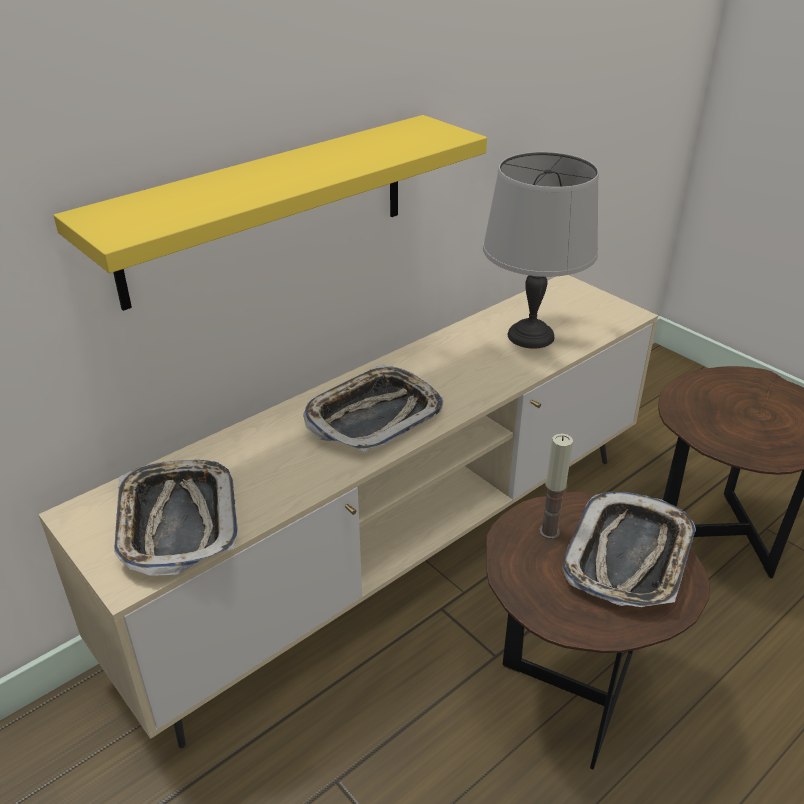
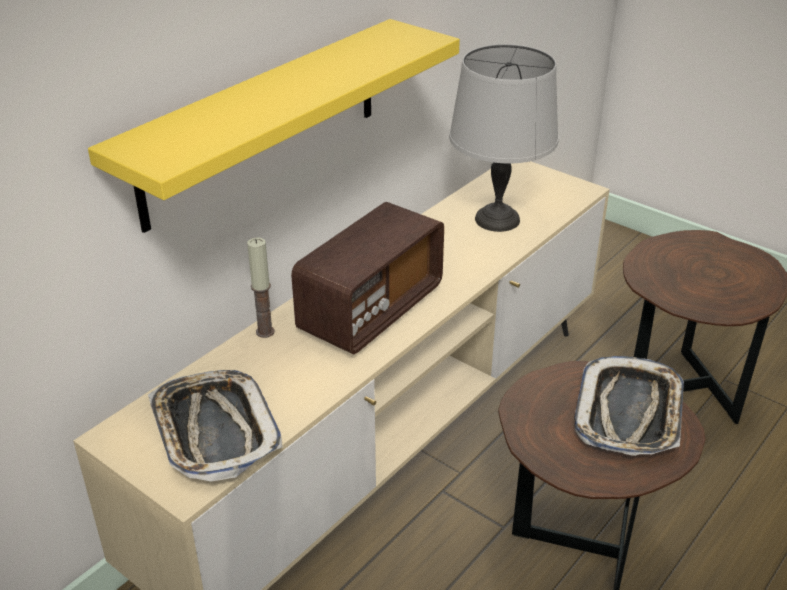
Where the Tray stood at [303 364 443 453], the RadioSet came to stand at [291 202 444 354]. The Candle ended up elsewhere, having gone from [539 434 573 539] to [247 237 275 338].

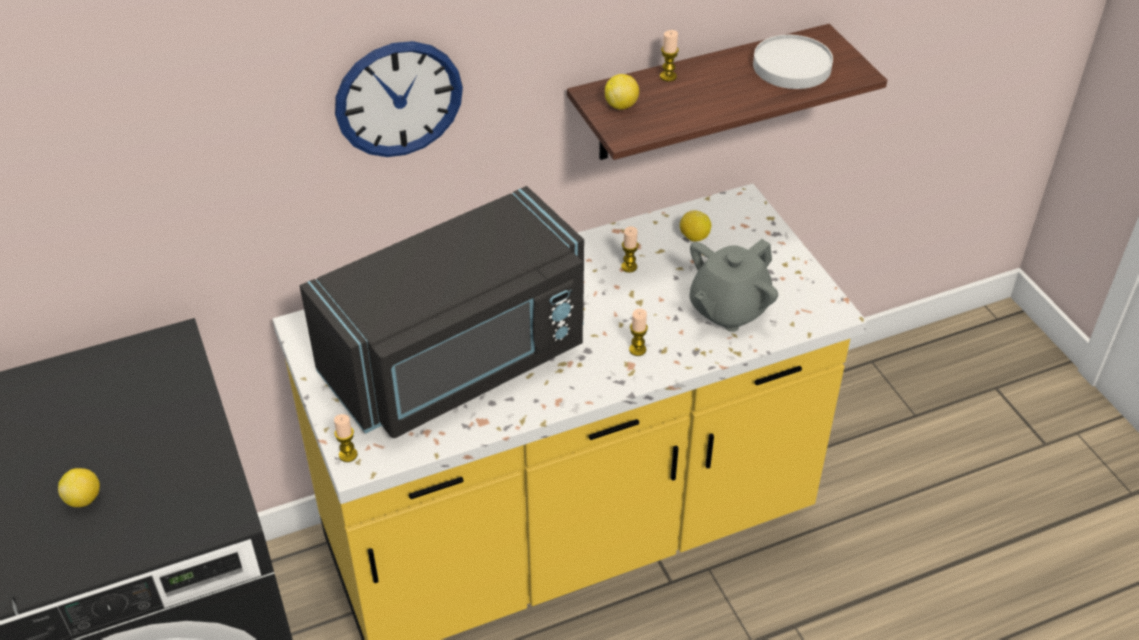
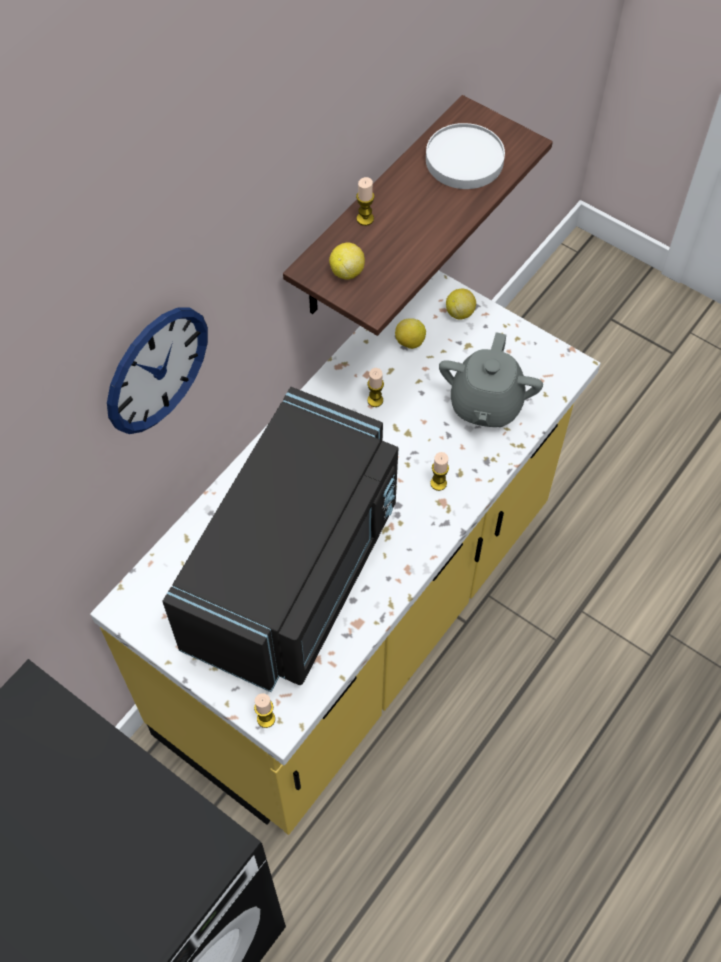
The Lemon ended up elsewhere, having gone from [58 468 100 507] to [446 289 476 320].

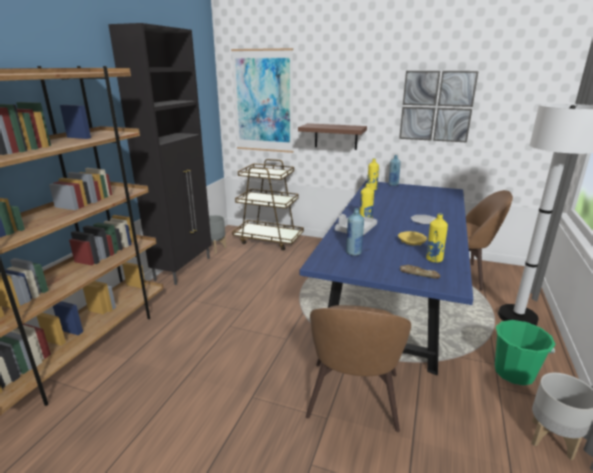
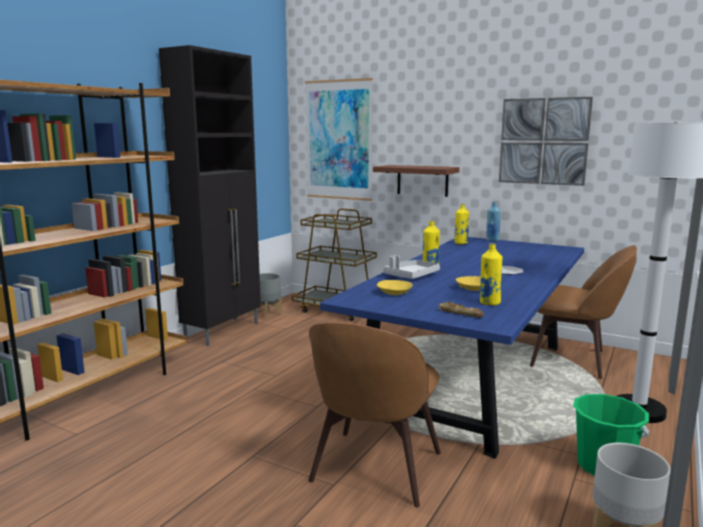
Where the BlueColouredBottle stood at [346 208 364 256], the YellowBowl came to stand at [377 280 412 295].

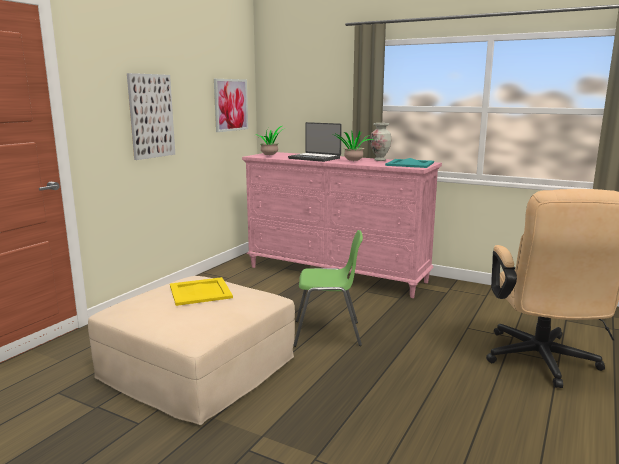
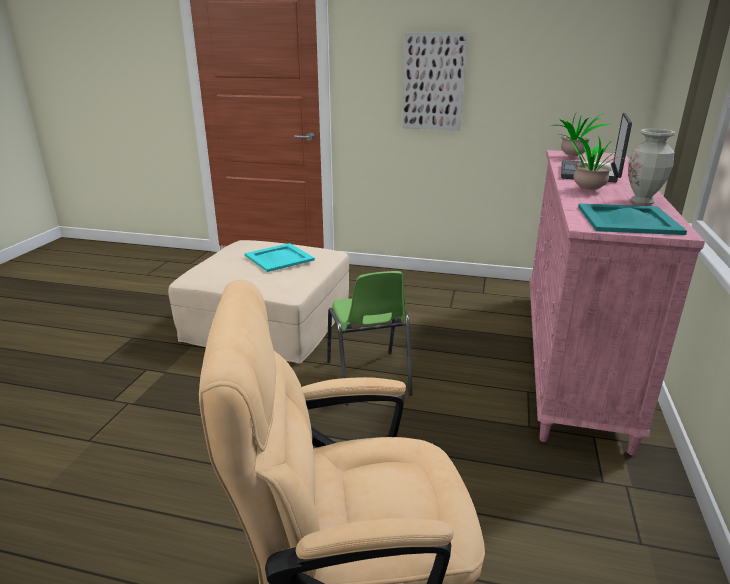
The second view lost the Picture at [214 79 248 132]. What was the YellowTray at [170 277 233 306] turned into the TurquoiseTray at [245 243 315 272].

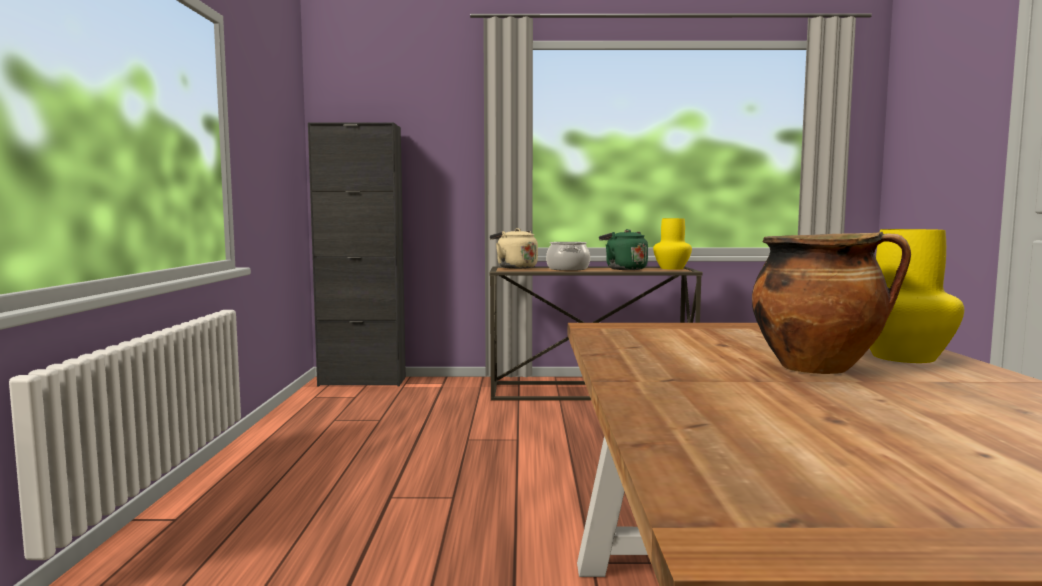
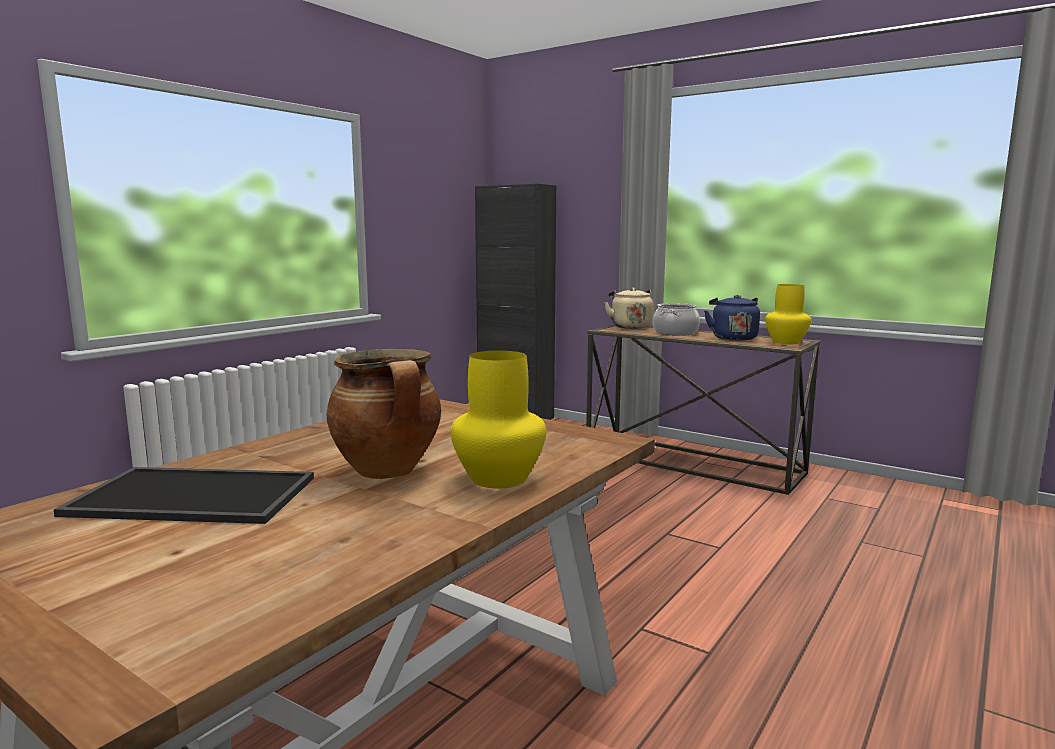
What was the GreenishWaterKettle at [599 229 648 270] turned into the BlueColouredWaterKettle at [704 295 760 341]. The second view gained the Tray at [54 467 314 524].

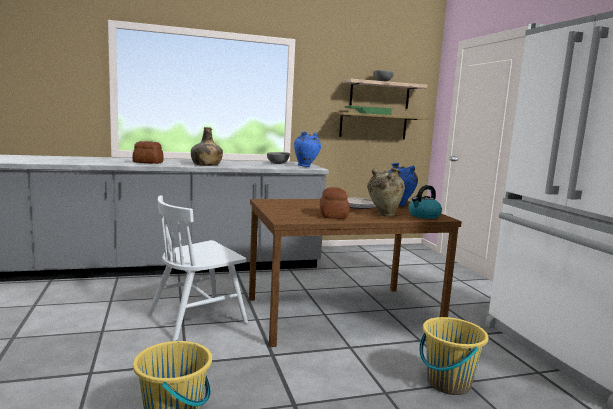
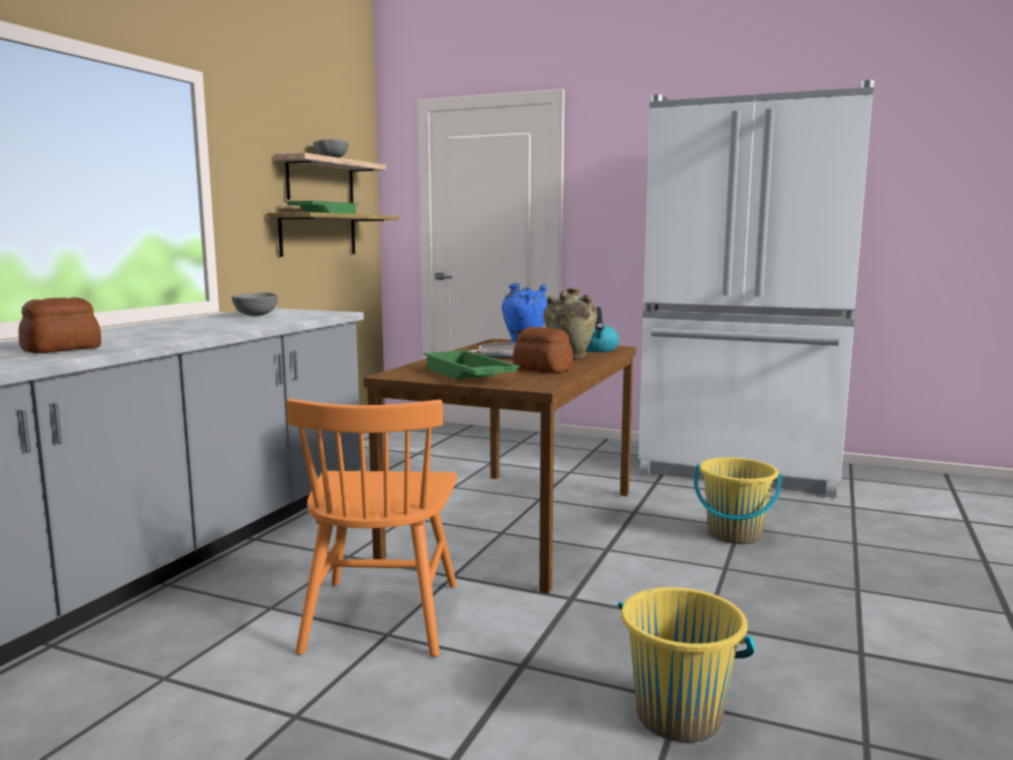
The second view lost the GreenishBottle at [191 127 223 166]. The second view lost the BlueColouredDecorativeVase at [294 132 321 167]. What was the WhitePlainChair at [148 196 248 341] turned into the OrangeColouredPlainChair at [286 398 457 657]. The second view gained the GreenishTray at [424 350 520 380].

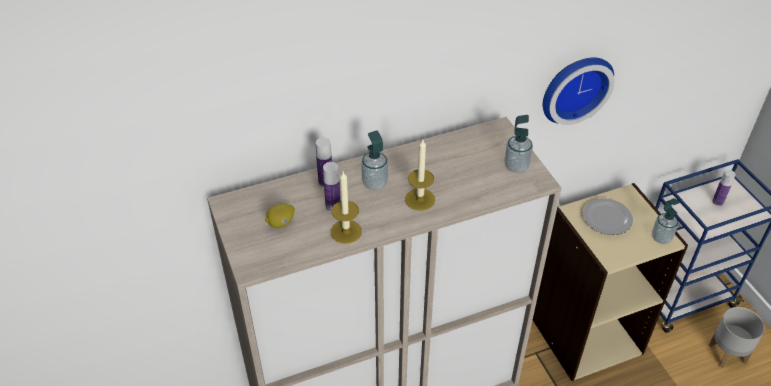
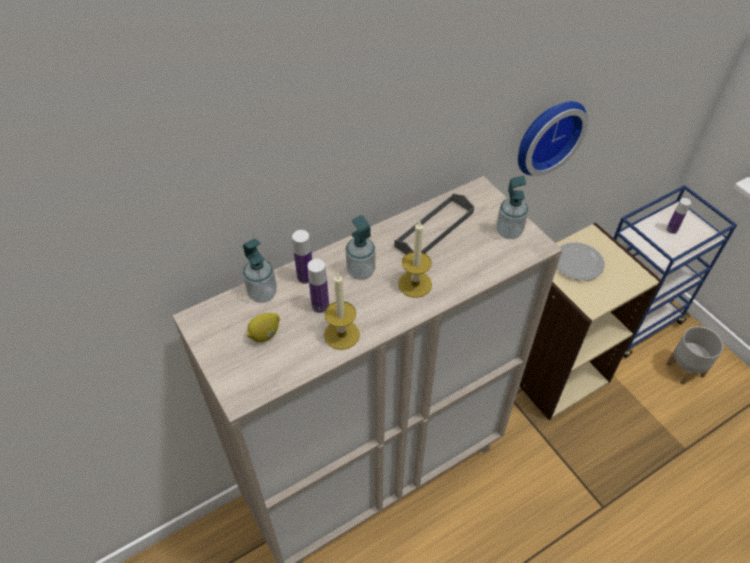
The SoapDispenser ended up elsewhere, having gone from [652 198 680 244] to [243 238 277 303]. The second view gained the GrayTray at [394 194 474 254].

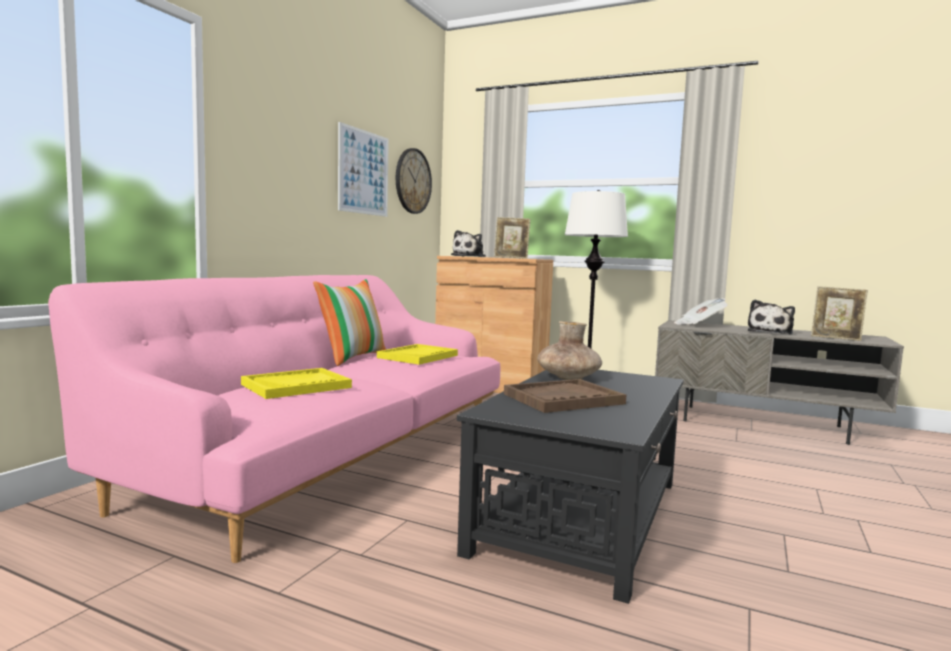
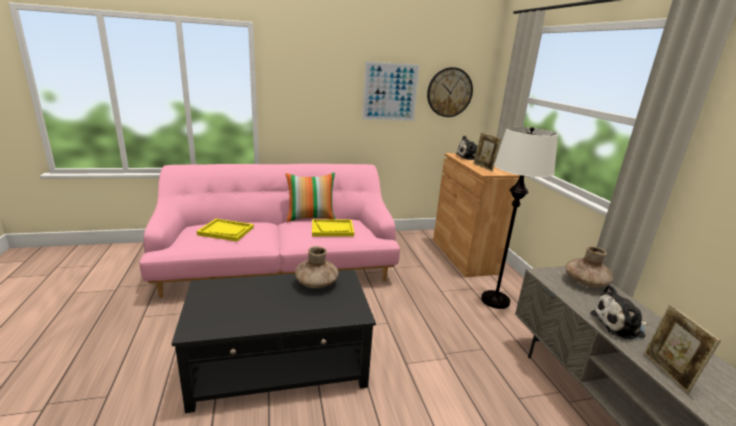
Where the PrintedPaper stood at [674 298 728 325], the BrownColouredDecorativeVase came to stand at [565 246 613 287]. The second view lost the BrownColouredTray at [504 379 626 413].

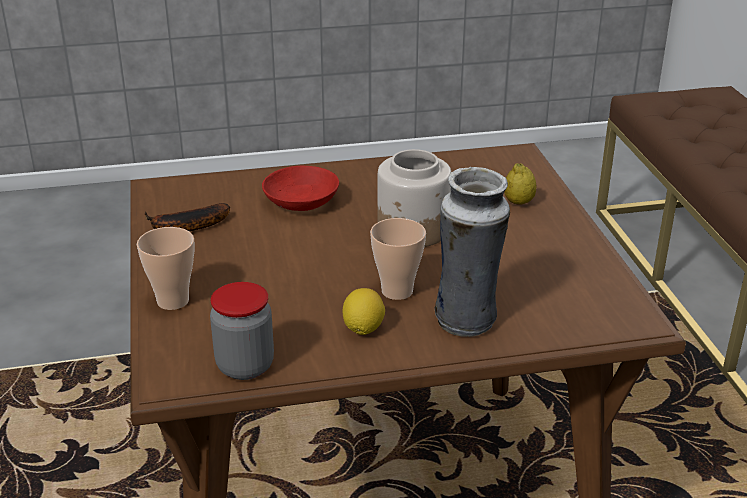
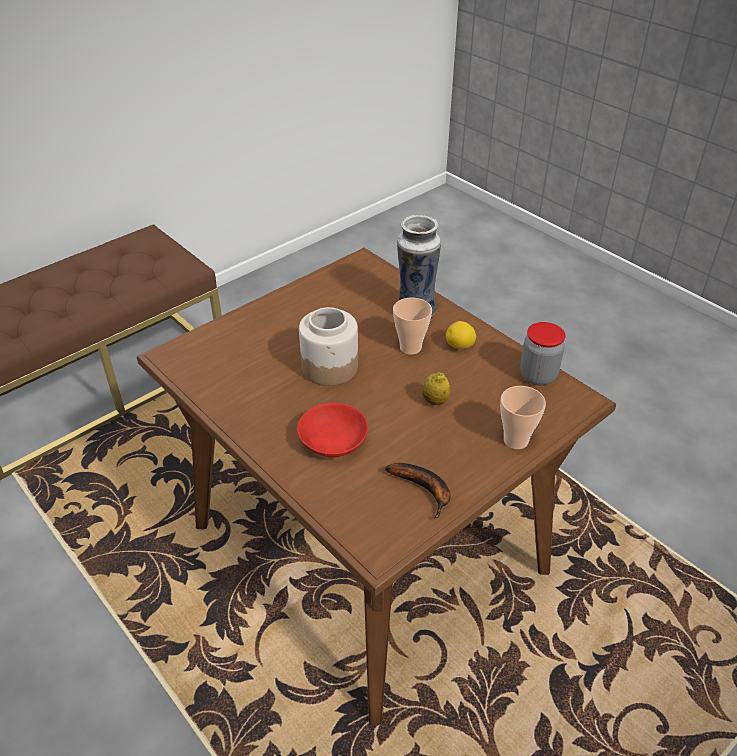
The Lemon ended up elsewhere, having gone from [504 163 536 205] to [422 372 450 405].

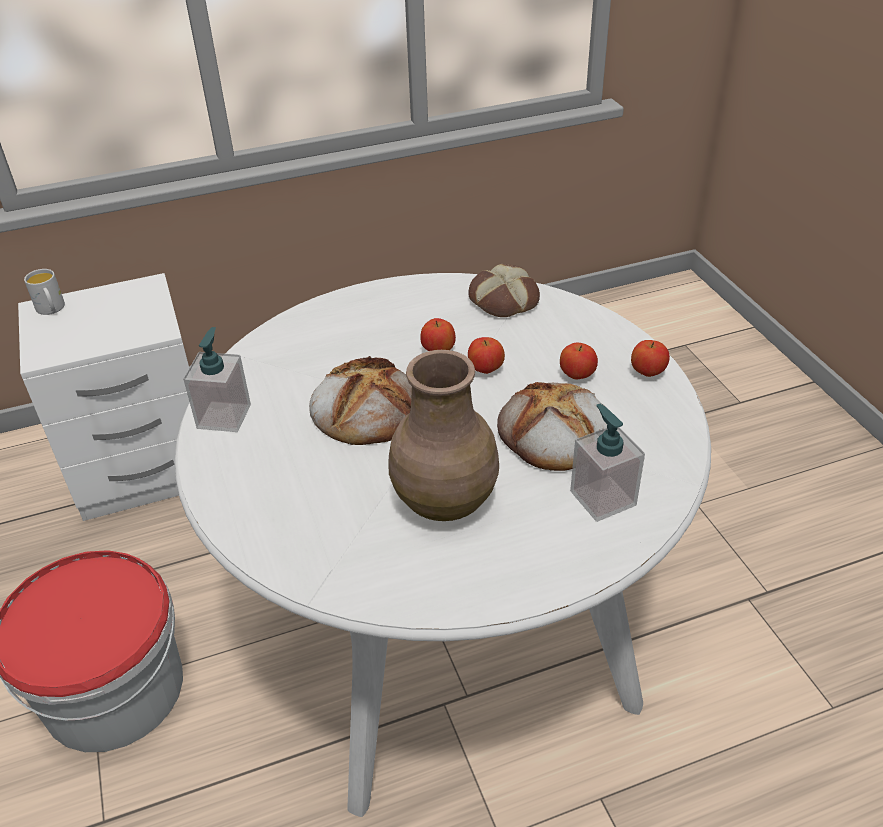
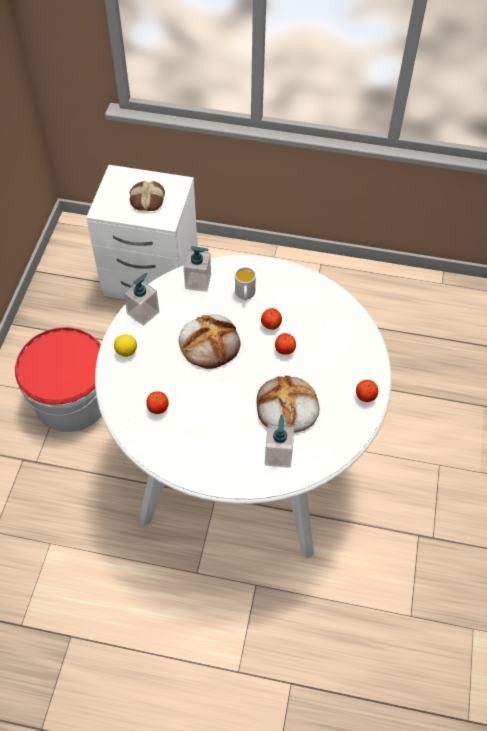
The BakedBread ended up elsewhere, having gone from [468 264 540 317] to [130 181 165 211]. The WhiteMug ended up elsewhere, having gone from [24 269 65 315] to [235 267 256 300]. The AppleFruit ended up elsewhere, having gone from [560 343 598 380] to [146 391 169 414]. The second view lost the BrownColouredDecorativeVase at [388 350 499 521]. The second view gained the SoapDispenser at [183 246 211 292]. The second view gained the Lemon at [114 334 137 357].

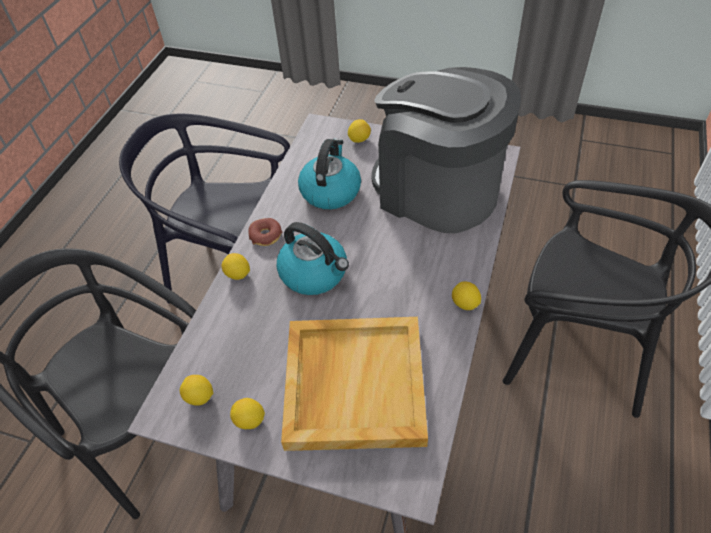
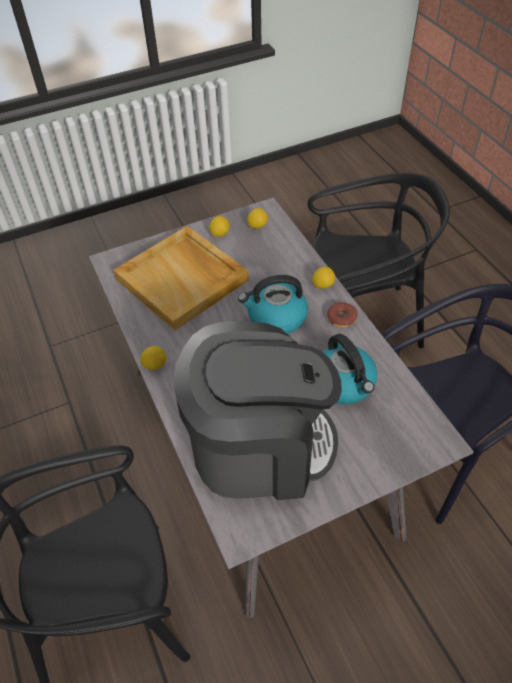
The second view lost the Lemon at [348 119 371 143].

